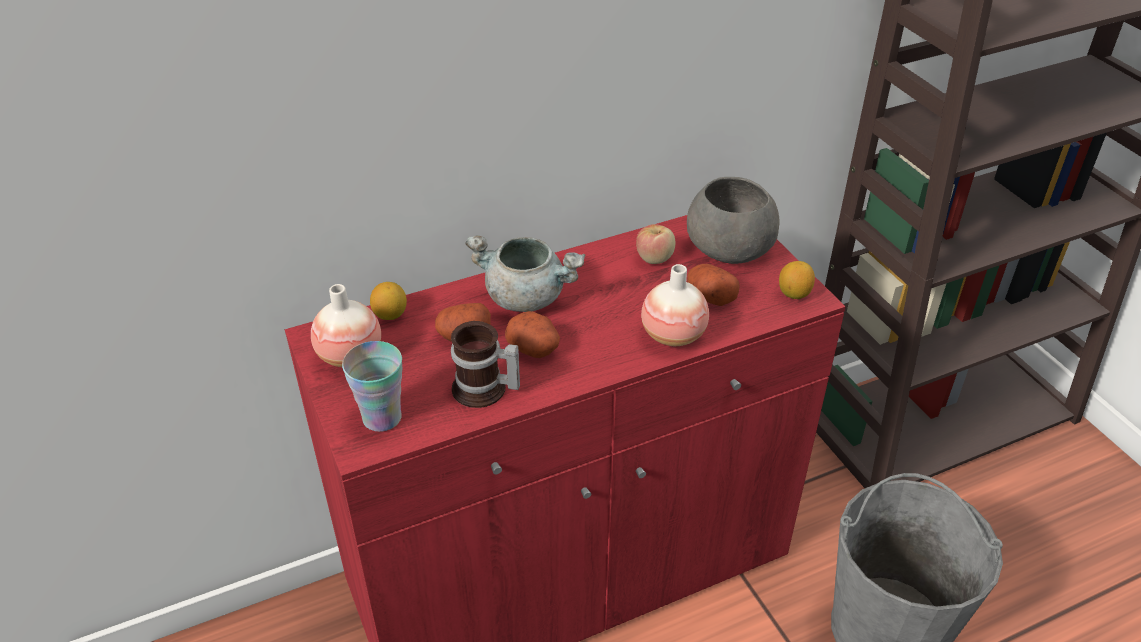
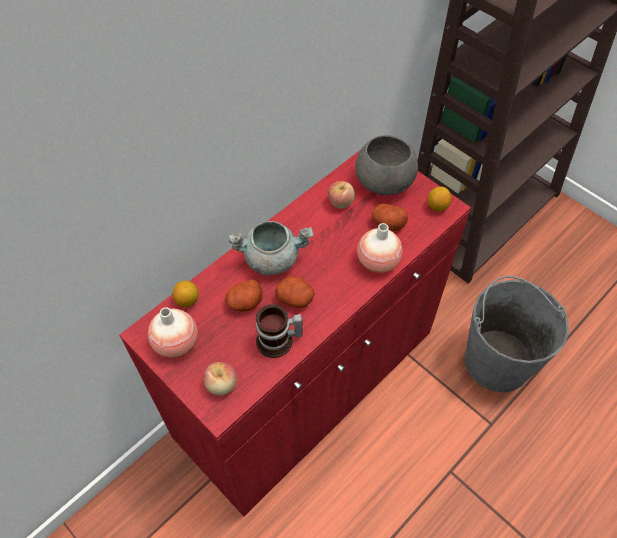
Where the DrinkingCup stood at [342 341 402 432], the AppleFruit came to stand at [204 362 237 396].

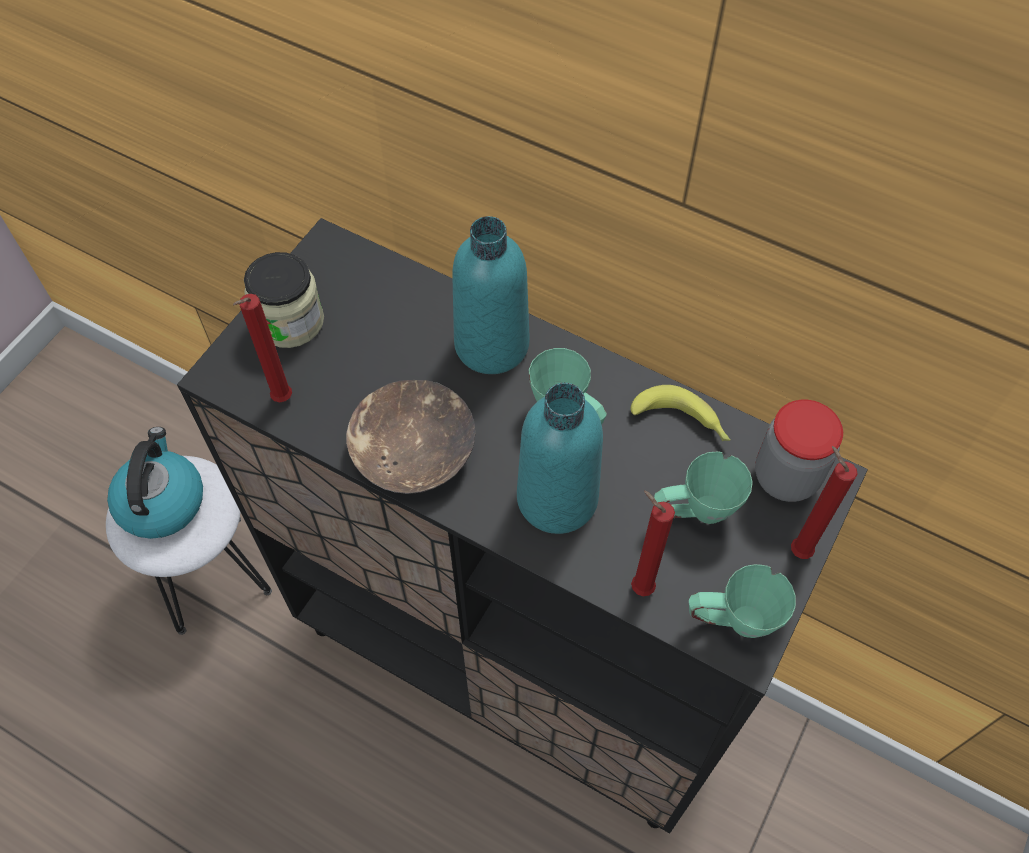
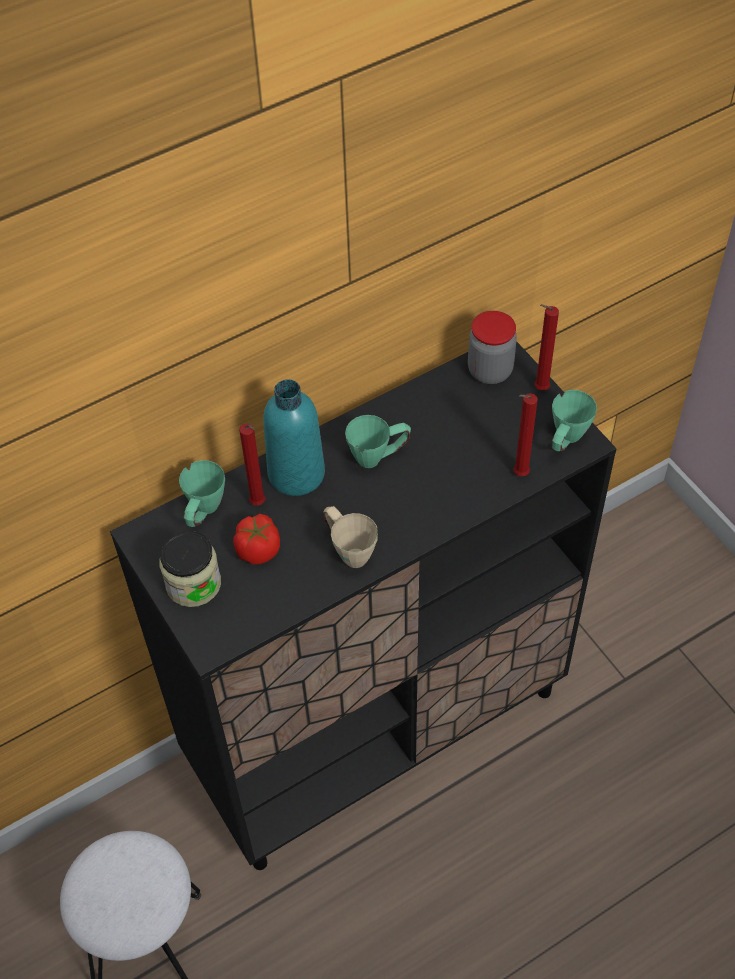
The ReddishCandle ended up elsewhere, having gone from [233 294 292 402] to [239 424 266 506]. Where the BrownColouredBowl stood at [346 380 475 494], the BeigeColouredMug came to stand at [323 506 378 568]. The second view lost the TurquoiseBottle at [517 383 603 534]. The second view lost the Banana at [631 385 731 441]. The second view lost the WaterKettle at [107 427 203 539]. The GreenishMug ended up elsewhere, having gone from [654 451 753 524] to [179 460 225 527]. The second view gained the FreshTomato at [233 514 280 565].

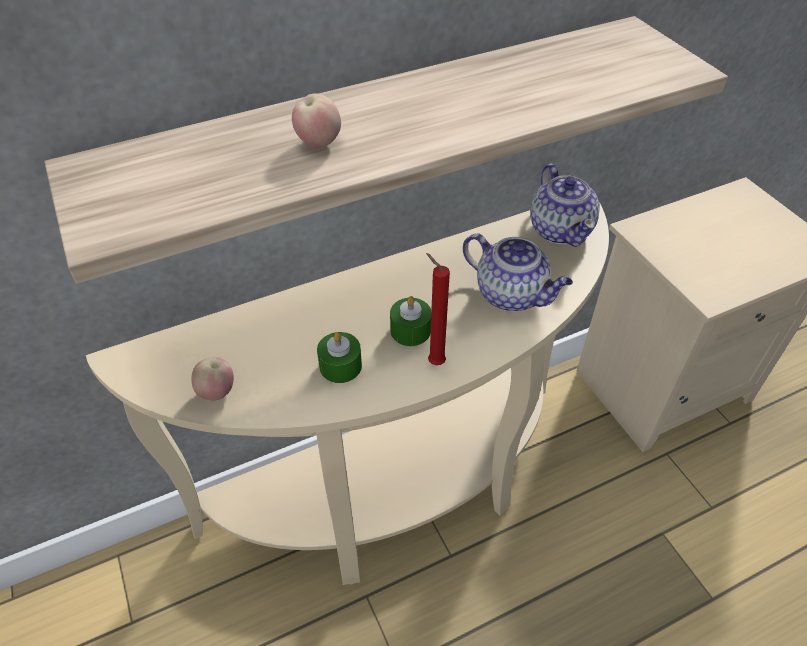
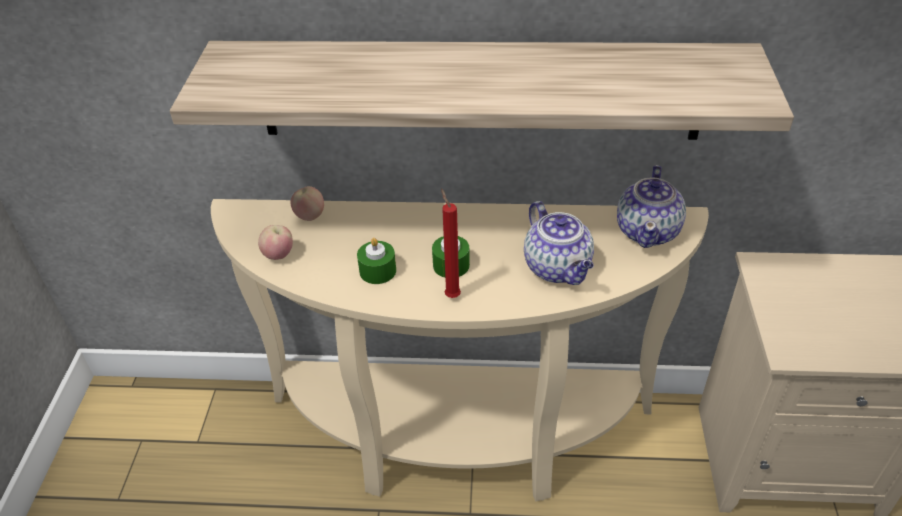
The AppleFruit ended up elsewhere, having gone from [292 93 341 147] to [291 186 324 221].

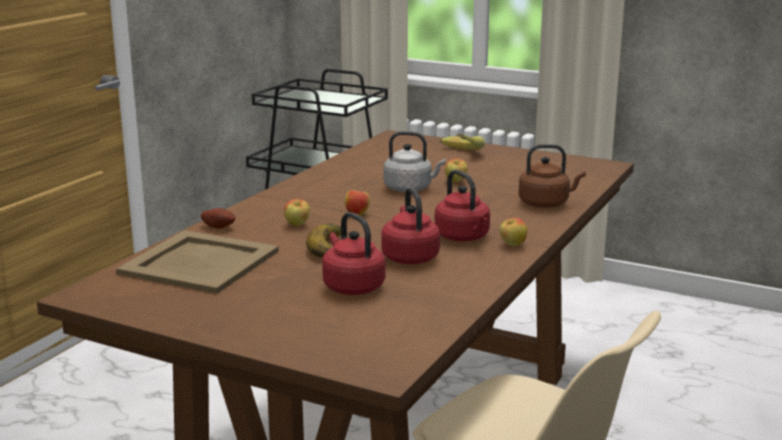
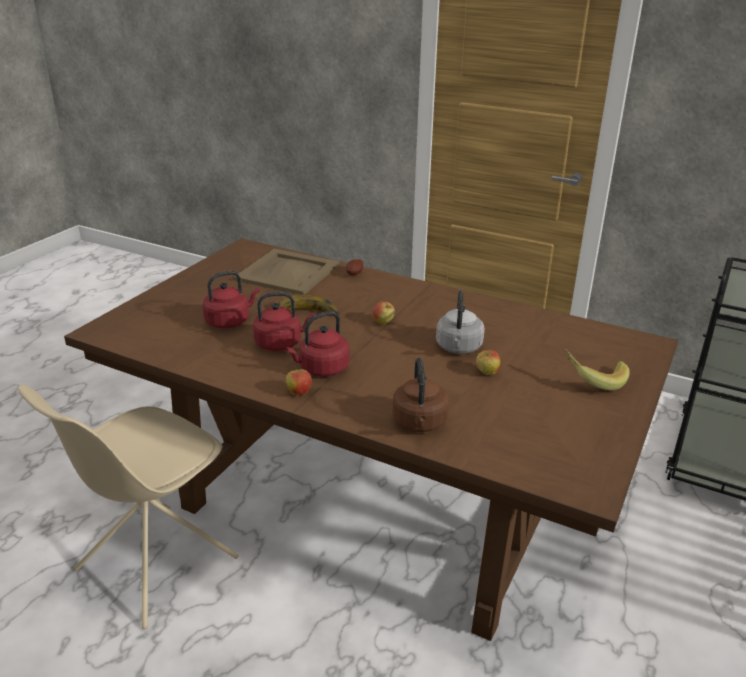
The second view lost the AppleFruit at [284 199 310 226].

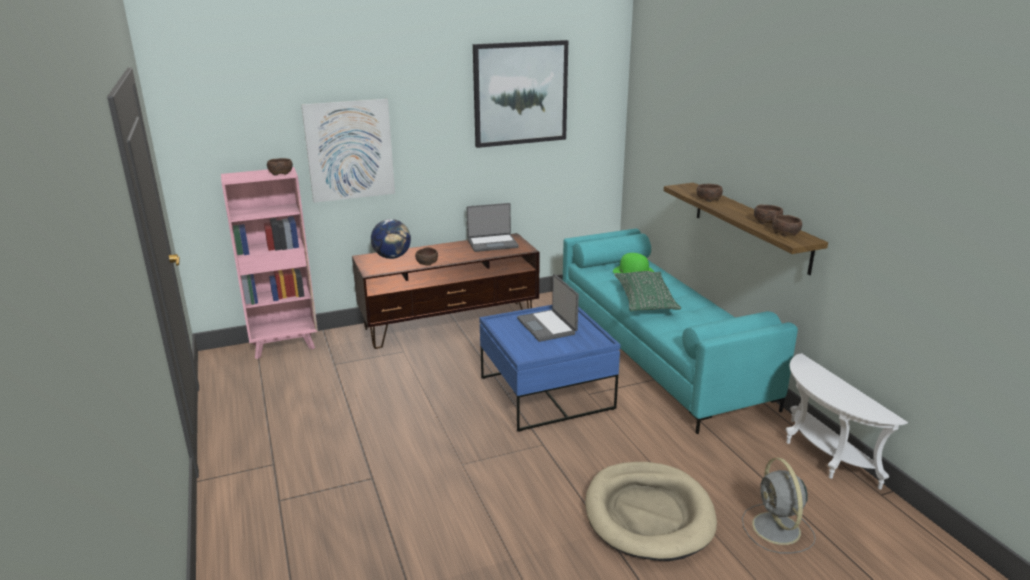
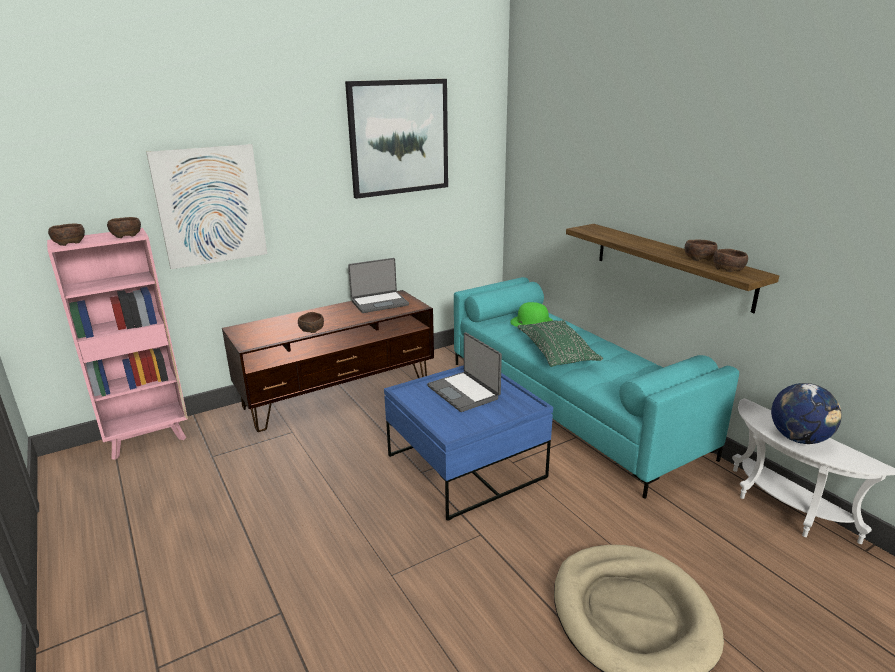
The BrownColouredBowl ended up elsewhere, having gone from [697 184 723 202] to [48 224 85 246]. The DeskGlobe ended up elsewhere, having gone from [371 219 411 259] to [771 383 842 444]. The second view lost the GrayCoolingFan at [742 458 815 554].

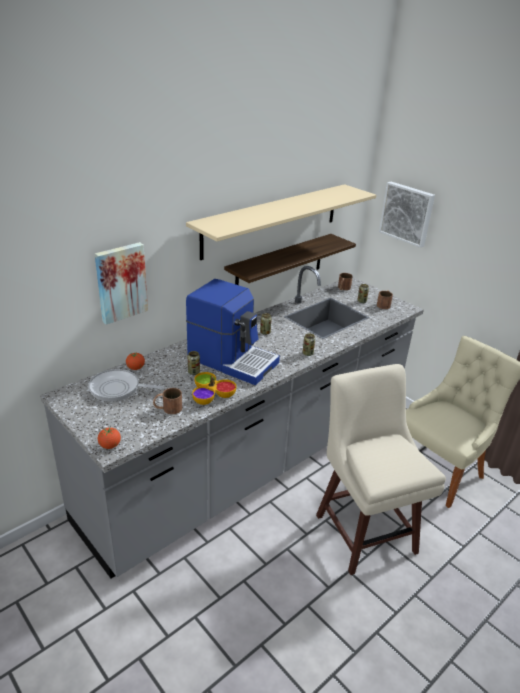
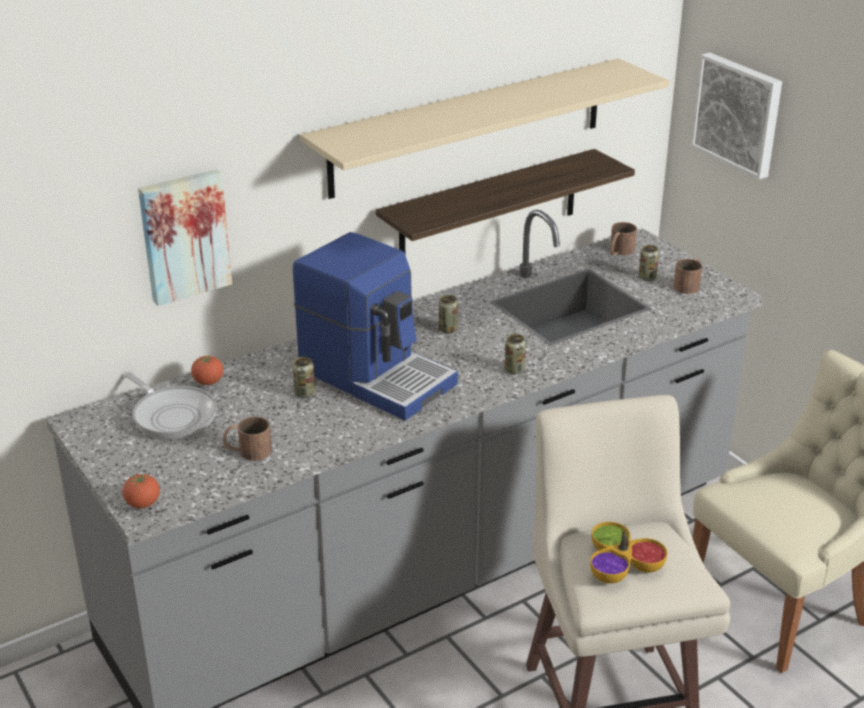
The Pan at [88 369 164 402] ended up facing another way, 150 degrees counterclockwise from before. The Bowl ended up elsewhere, having gone from [192 372 236 405] to [590 522 667 584].

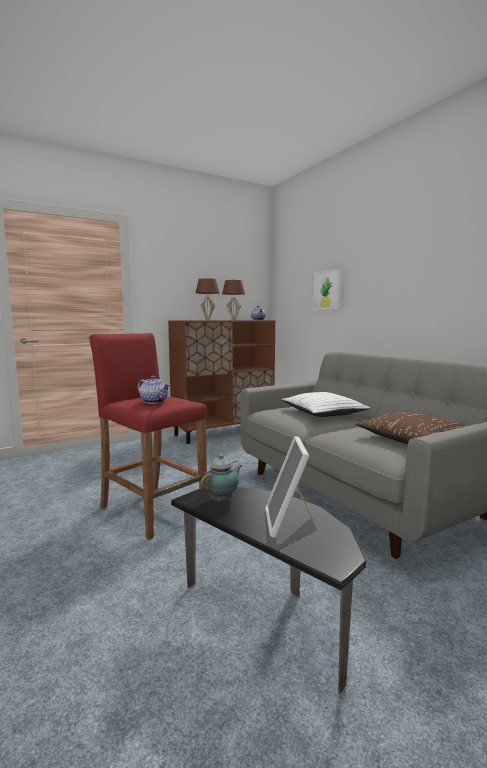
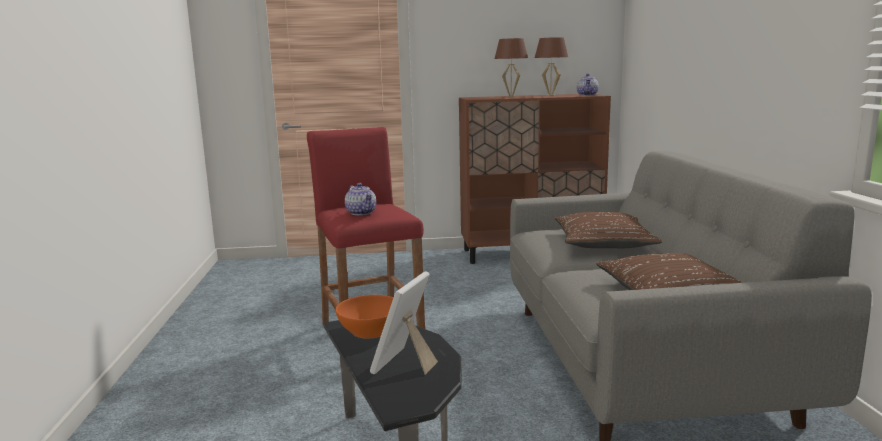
The second view lost the Picture at [313 269 342 310]. What was the WhiteCushion at [281 392 370 417] turned into the BrownColouredCushion at [555 212 662 248]. Where the Teapot stood at [201 454 243 502], the OrangeColouredBowl came to stand at [336 295 394 339].

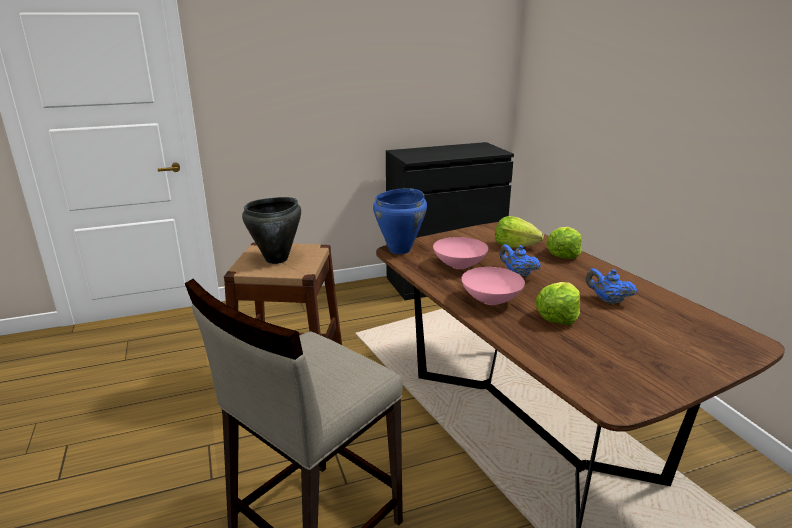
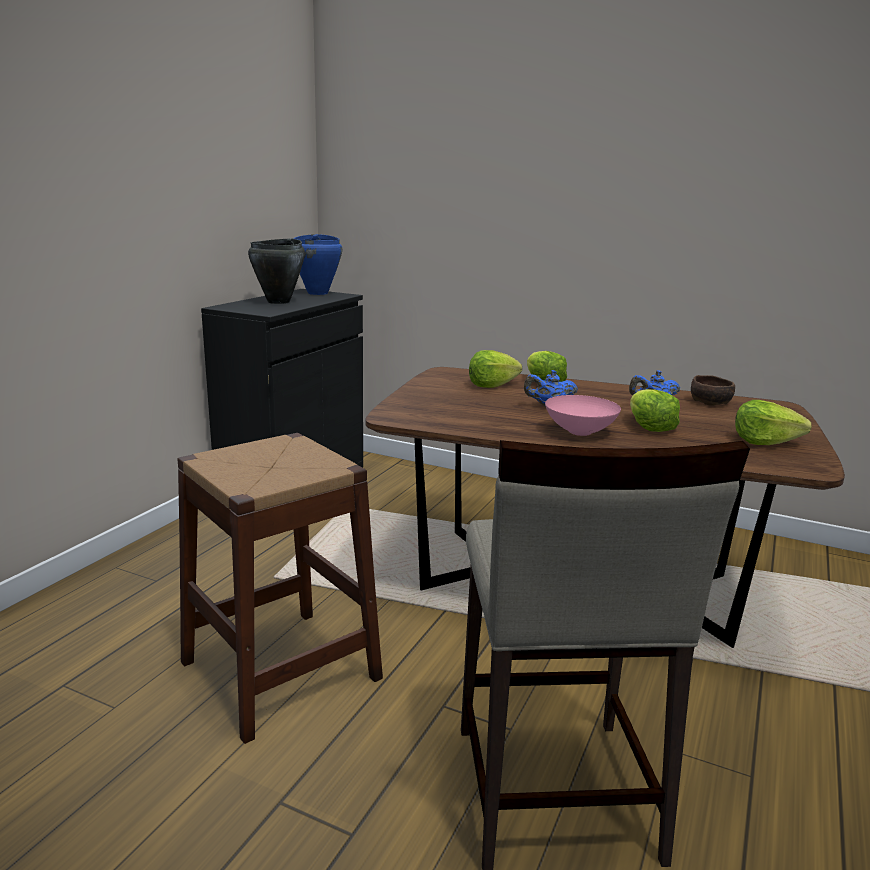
The BlueColouredCookingPot ended up elsewhere, having gone from [373 188 427 254] to [293 234 342 295]. The BlackishCookingPot ended up elsewhere, having gone from [242 197 301 264] to [248 238 305 304]. The second view lost the PinkColouredBowl at [433 237 488 269]. The second view gained the BrownColouredBowl at [691 375 735 406]. The second view gained the LettuceHead at [735 400 812 445].

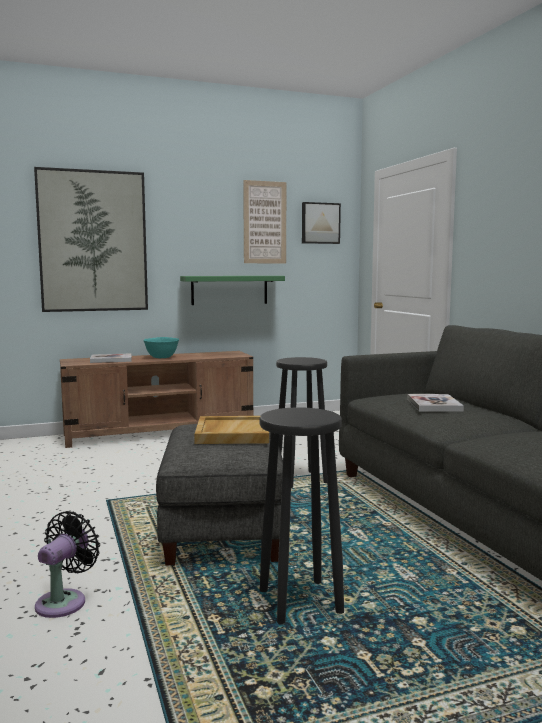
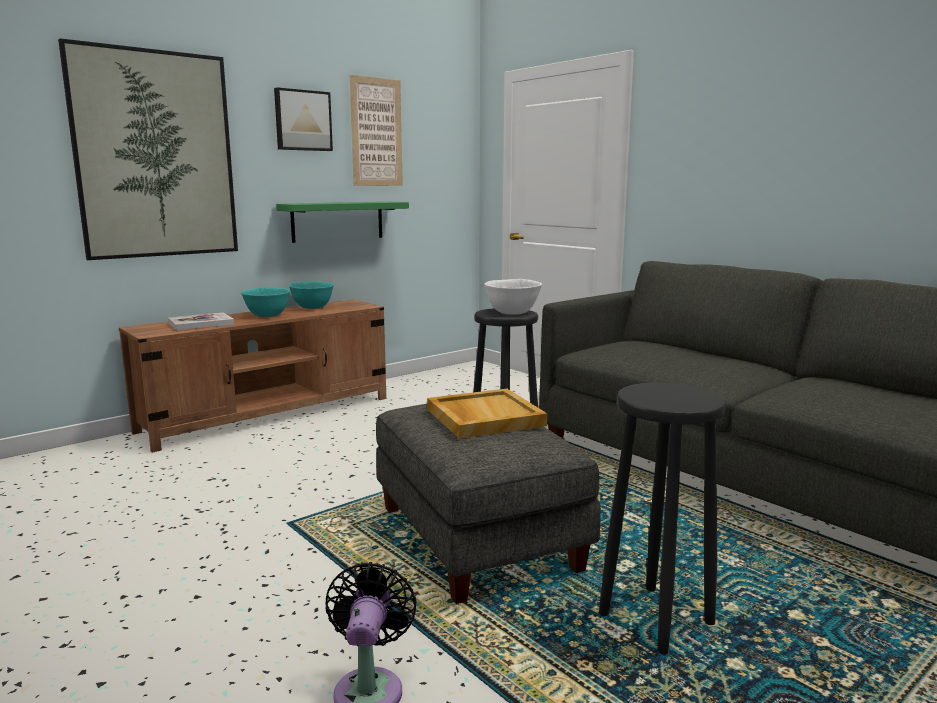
The Picture ended up elsewhere, having gone from [302 202 341 244] to [274 87 333 151]. The second view lost the Volume at [407 394 464 412]. The second view gained the WhiteBowl at [485 279 542 315]. The second view gained the TurquoiseBowl at [289 282 334 309].

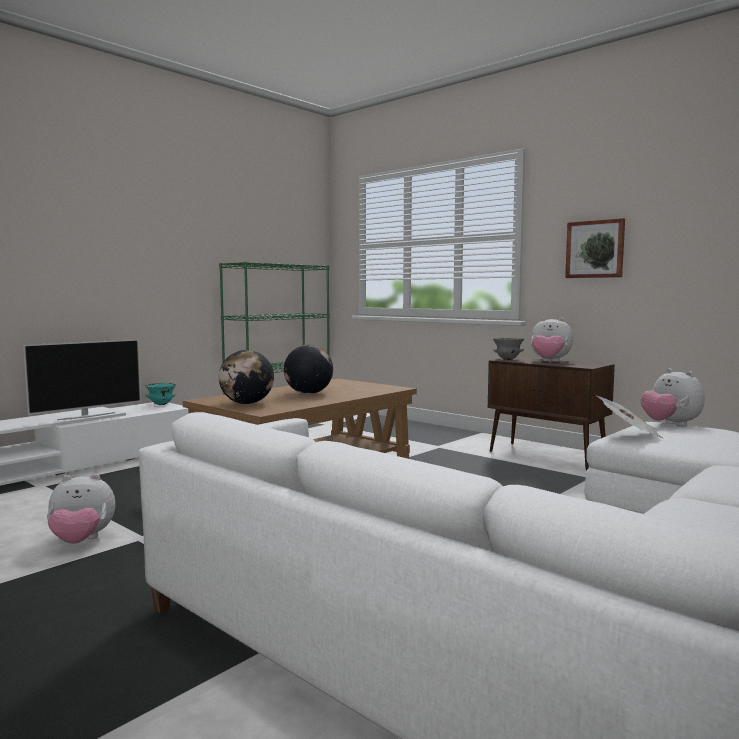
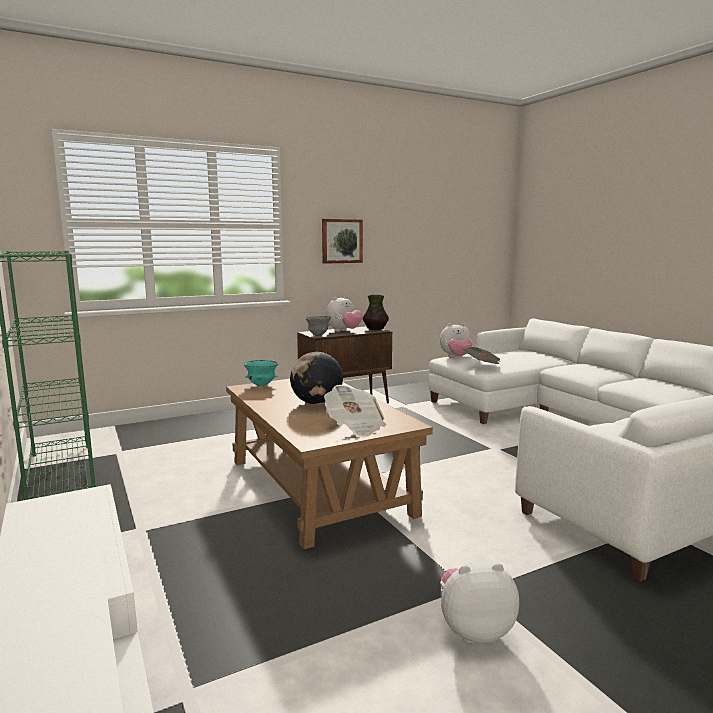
The second view lost the Tv at [23 339 141 420]. Where the DeskGlobe stood at [219 350 274 404], the PrintedPaper came to stand at [324 385 386 438]. The TurquoiseBowl ended up elsewhere, having gone from [145 383 176 405] to [244 360 279 386]. The PlushToy at [47 474 115 544] ended up facing another way, 105 degrees counterclockwise from before. The second view gained the DecorativeVase at [363 295 389 330].

